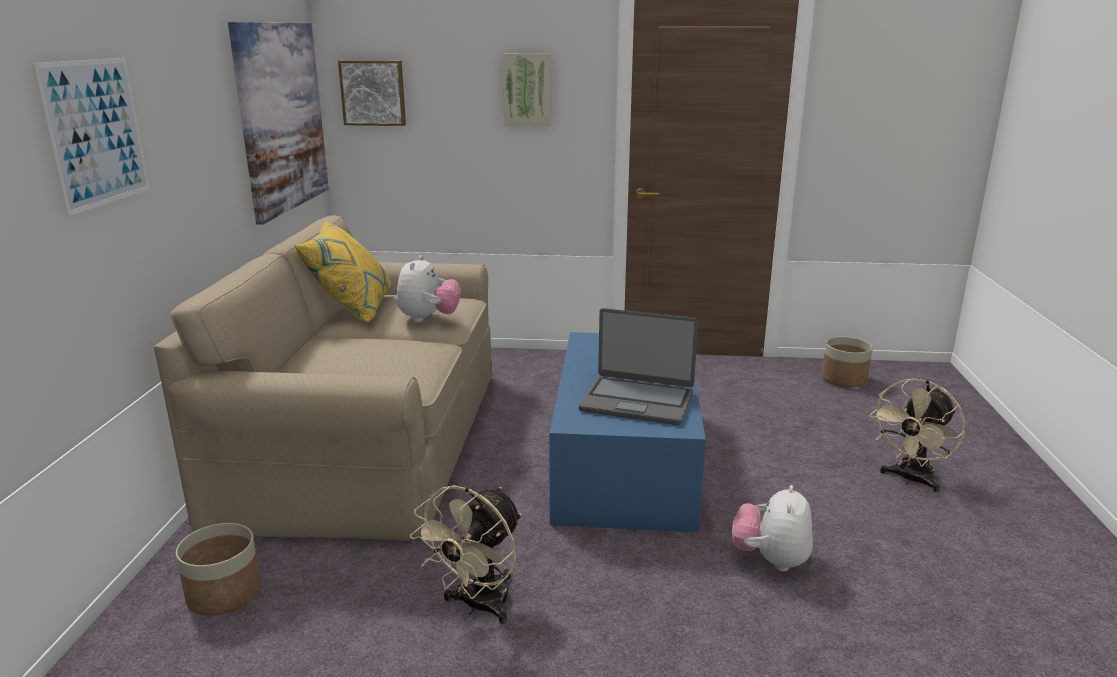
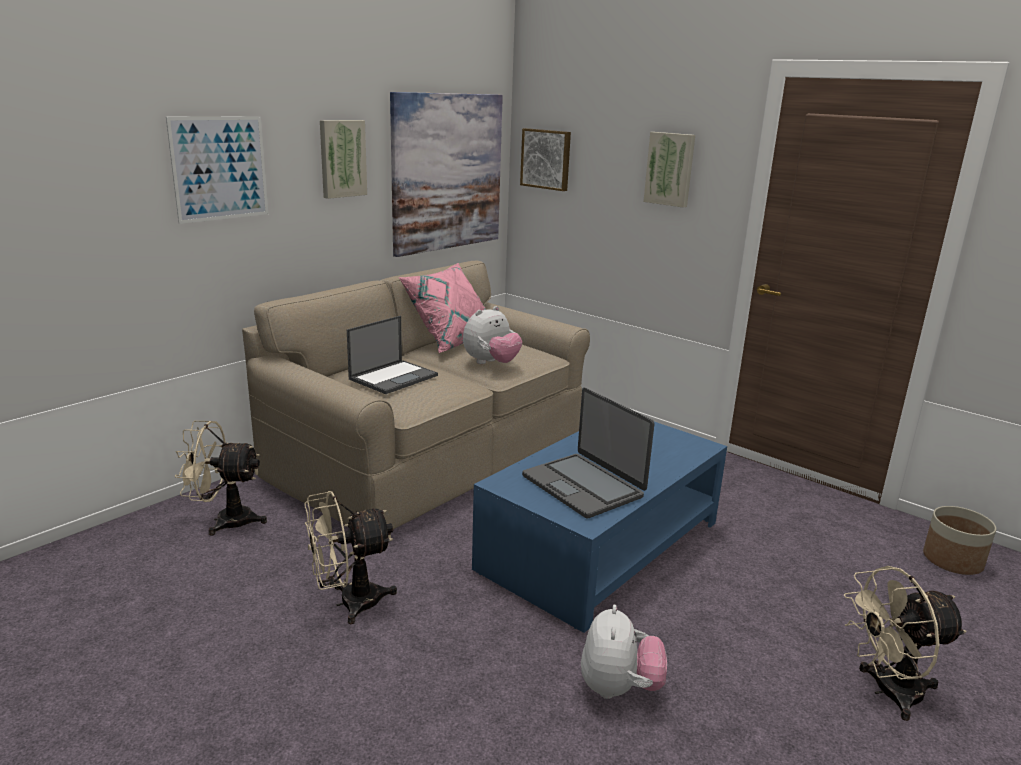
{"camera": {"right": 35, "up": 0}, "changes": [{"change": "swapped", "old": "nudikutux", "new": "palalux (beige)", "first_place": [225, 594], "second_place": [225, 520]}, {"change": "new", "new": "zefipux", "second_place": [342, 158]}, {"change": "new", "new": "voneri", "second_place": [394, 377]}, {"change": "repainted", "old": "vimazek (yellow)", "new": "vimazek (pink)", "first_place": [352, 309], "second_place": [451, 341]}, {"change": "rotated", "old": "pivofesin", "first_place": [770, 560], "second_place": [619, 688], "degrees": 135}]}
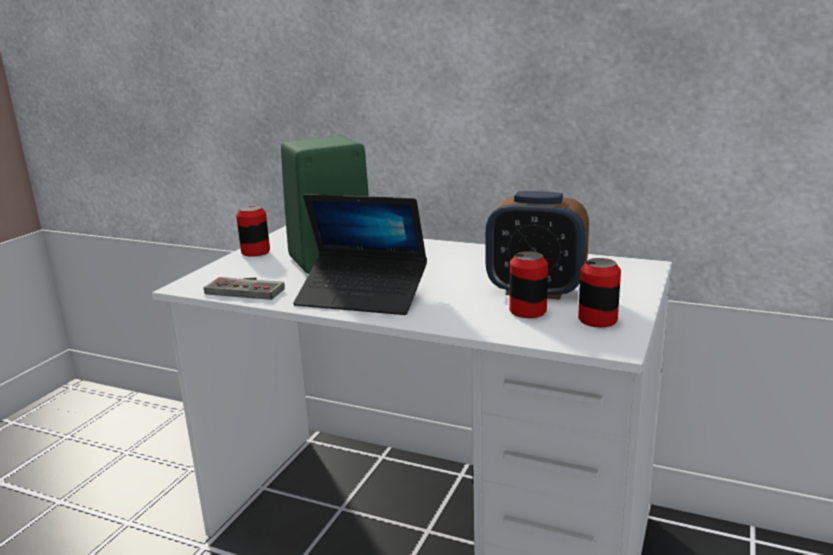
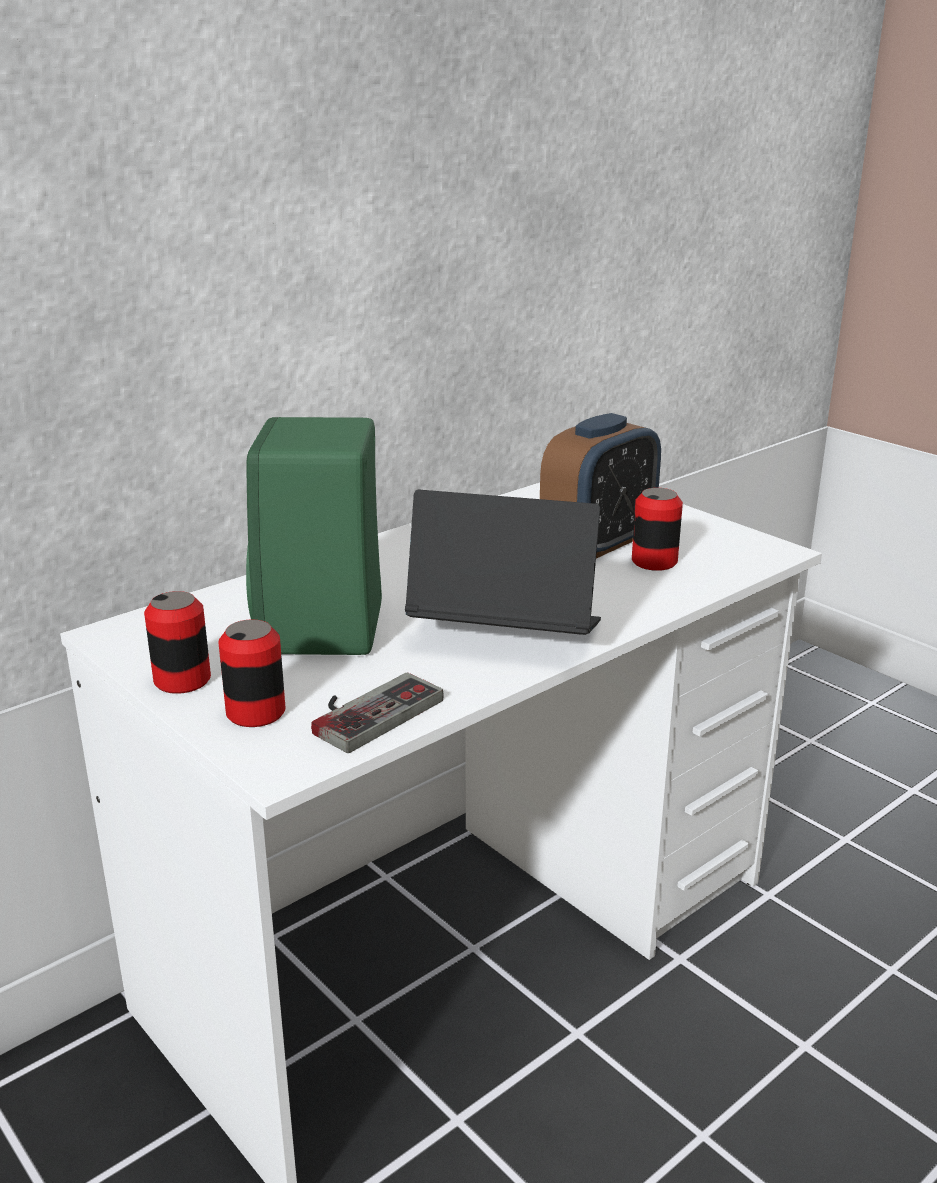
{"camera": {"right": -65, "up": 5}, "changes": [{"change": "shifted", "old": "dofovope", "first_place": [597, 320], "second_place": [256, 712]}, {"change": "rotated", "old": "voneri", "first_place": [362, 296], "second_place": [505, 635], "degrees": -120}]}
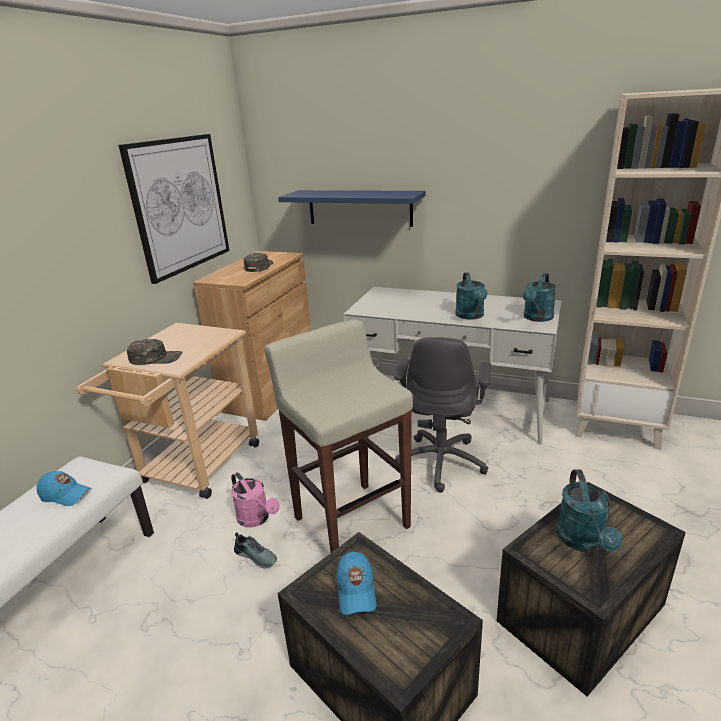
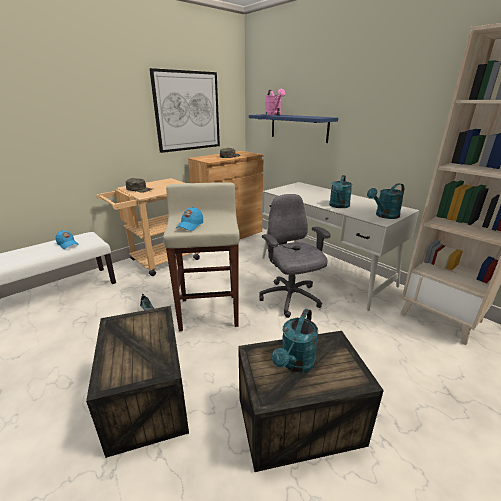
{"camera": {"right": 25, "up": 0}, "changes": [{"change": "shifted", "old": "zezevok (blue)", "first_place": [356, 591], "second_place": [190, 225]}, {"change": "rotated", "old": "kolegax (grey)", "first_place": [441, 461], "second_place": [290, 299], "degrees": 120}, {"change": "shifted", "old": "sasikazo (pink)", "first_place": [257, 519], "second_place": [274, 115]}]}
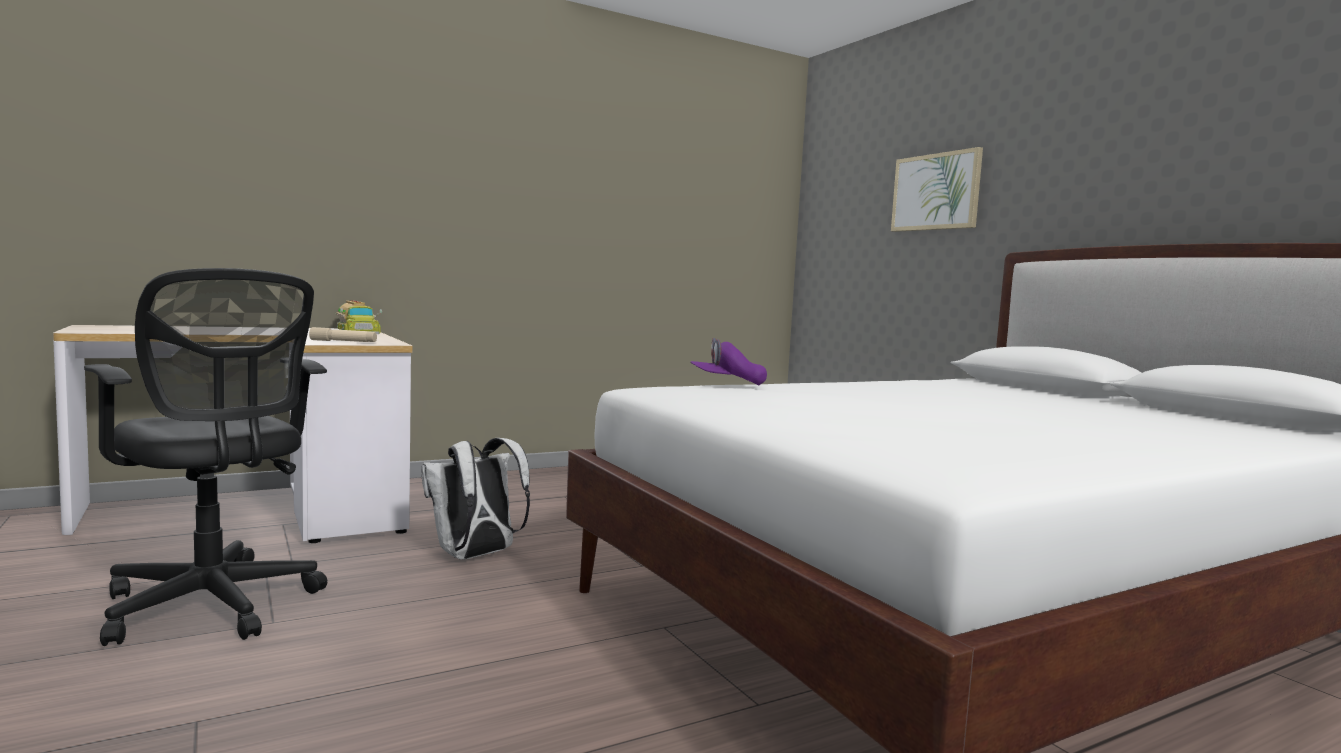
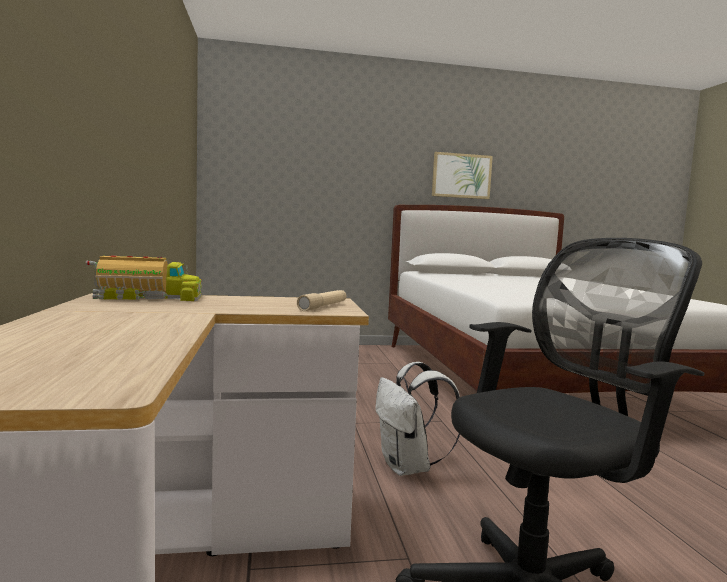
{"camera": {"right": -70, "up": 0}, "changes": [{"change": "shifted", "old": "zefipux", "first_place": [936, 192], "second_place": [461, 176]}, {"change": "gone", "old": "zezevok (purple)", "first_place": [727, 384]}]}
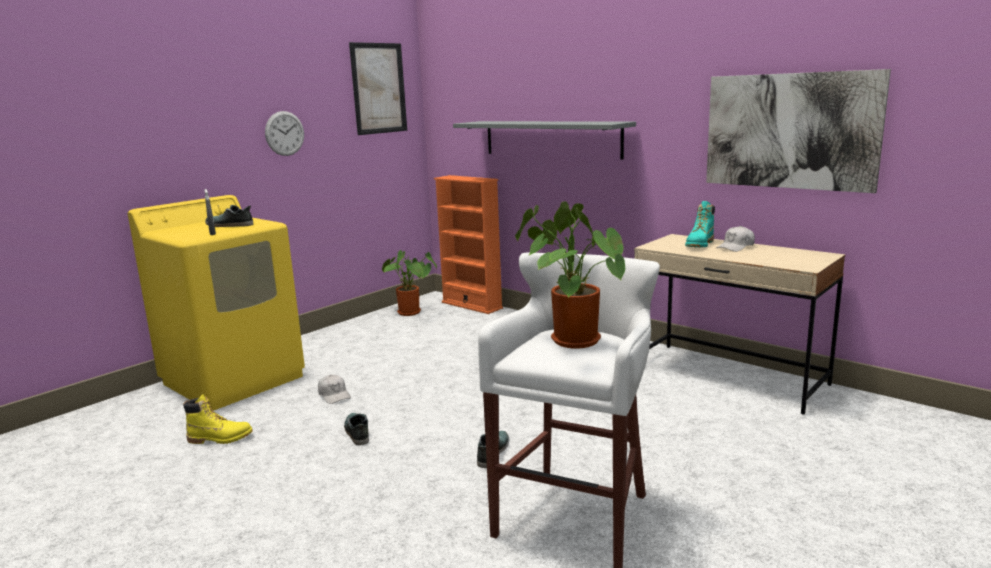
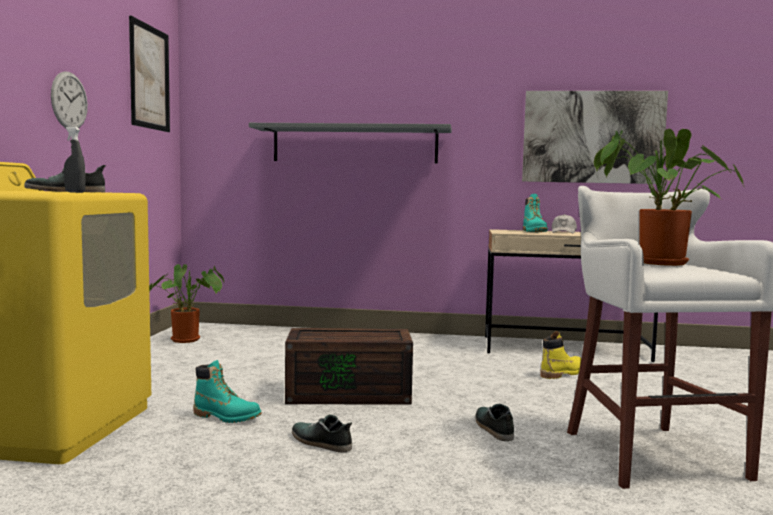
{"camera": {"right": -35, "up": -10}, "changes": [{"change": "swapped", "old": "zezevok (white)", "new": "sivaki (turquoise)", "first_place": [334, 395], "second_place": [226, 417]}, {"change": "new", "new": "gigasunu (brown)", "second_place": [350, 393]}, {"change": "shifted", "old": "sivaki (yellow)", "first_place": [220, 438], "second_place": [562, 373]}, {"change": "gone", "old": "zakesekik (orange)", "first_place": [472, 305]}]}
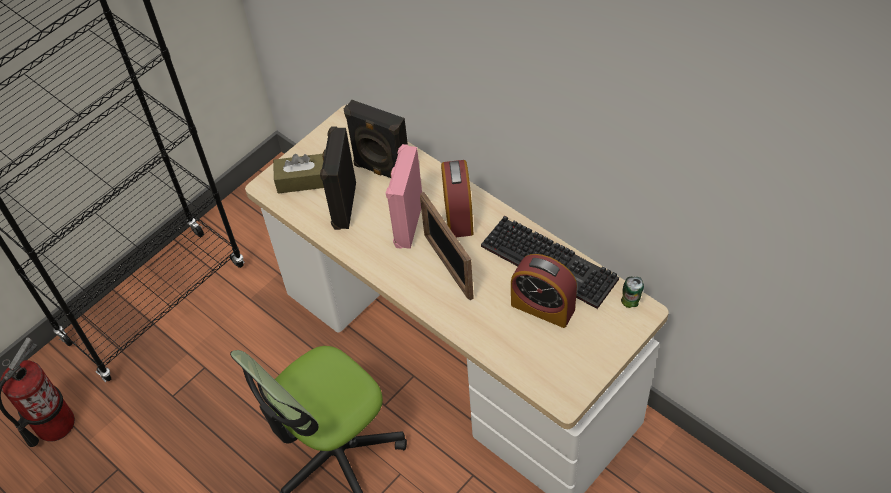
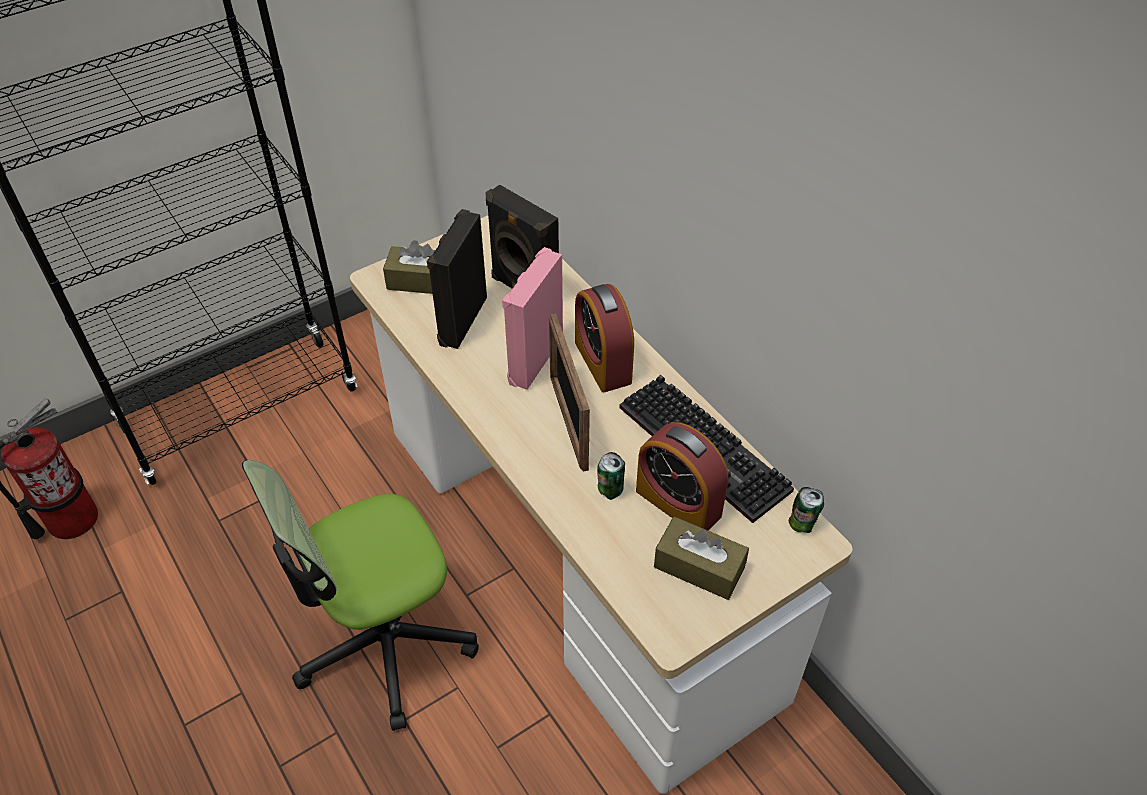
{"camera": {"right": 10, "up": -5}, "changes": [{"change": "rotated", "old": "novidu", "first_place": [458, 214], "second_place": [602, 362], "degrees": 150}, {"change": "new", "new": "dofovope", "second_place": [609, 491]}, {"change": "new", "new": "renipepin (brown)", "second_place": [699, 567]}]}
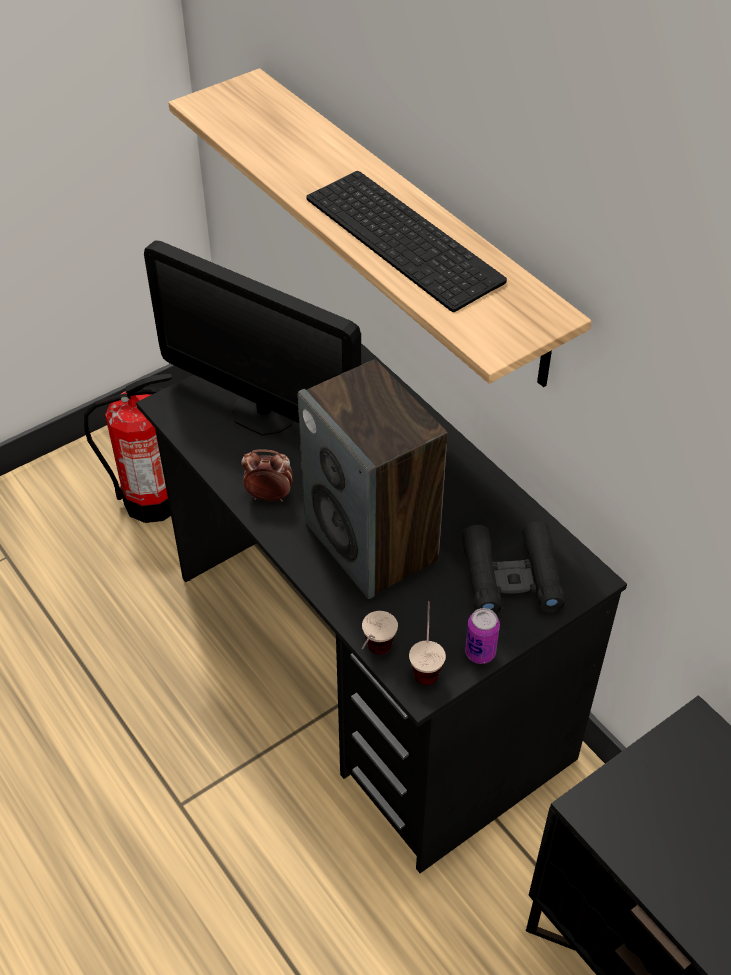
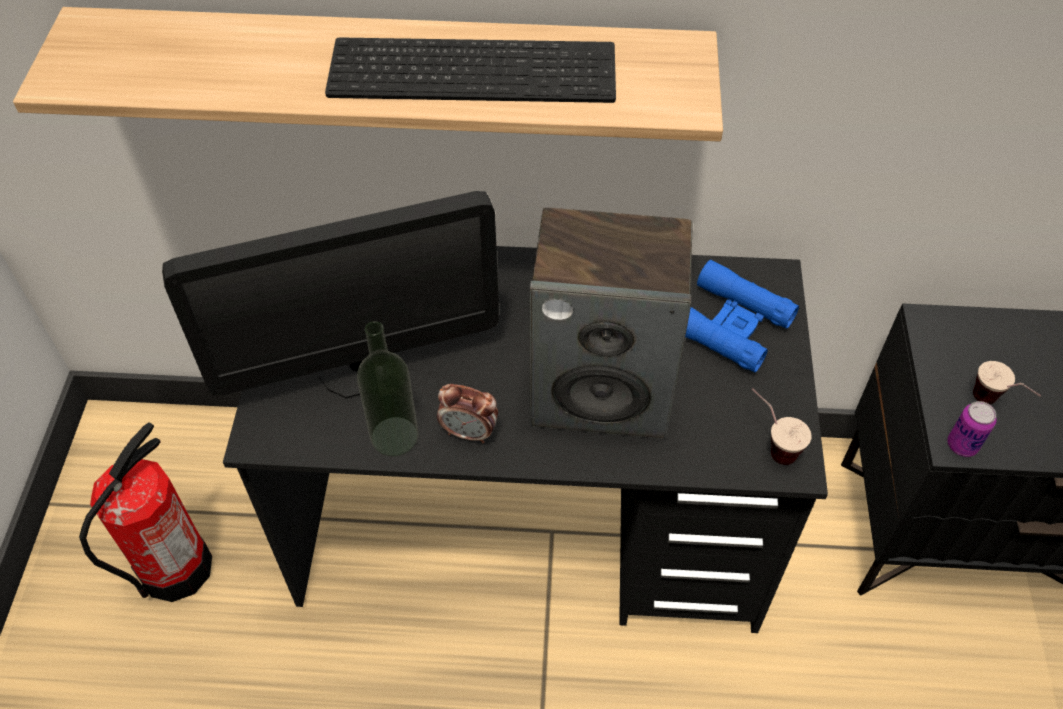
{"camera": {"right": -50, "up": 5}, "changes": [{"change": "new", "new": "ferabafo", "second_place": [394, 436]}, {"change": "rotated", "old": "novidu", "first_place": [269, 496], "second_place": [469, 432], "degrees": -120}, {"change": "repainted", "old": "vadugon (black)", "new": "vadugon (blue)", "first_place": [511, 577], "second_place": [729, 324]}, {"change": "shifted", "old": "dofovope", "first_place": [480, 652], "second_place": [962, 445]}, {"change": "shifted", "old": "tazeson", "first_place": [374, 657], "second_place": [994, 405]}]}
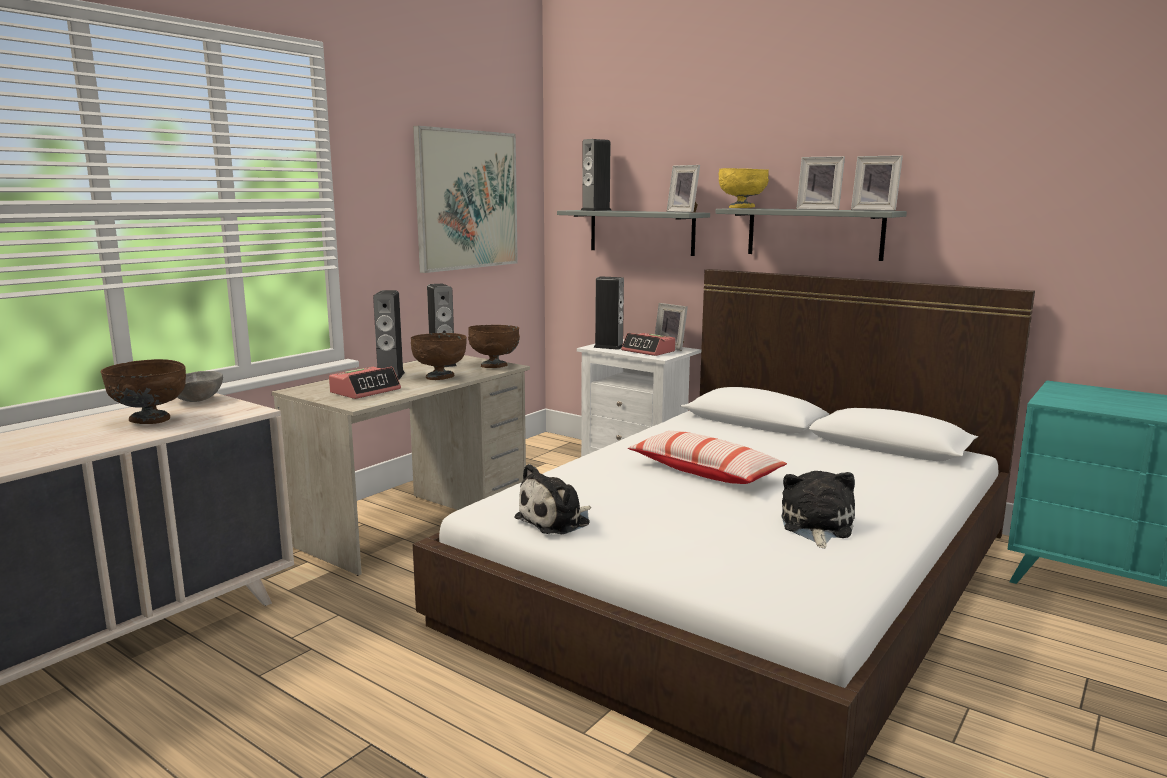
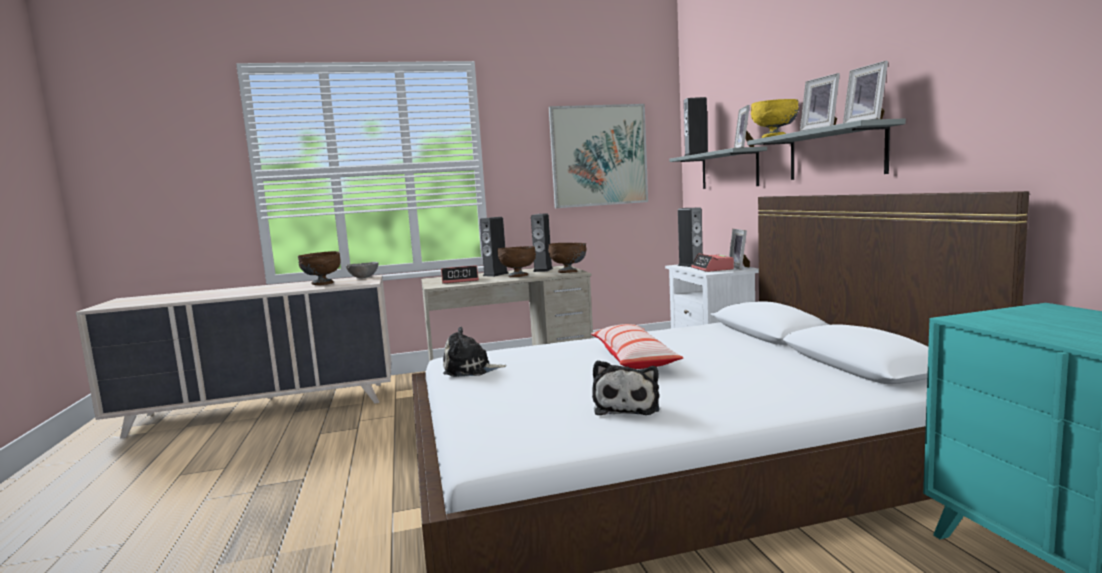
{"camera": {"right": 40, "up": -5}, "changes": [{"change": "rotated", "old": "pivofesin", "first_place": [816, 527], "second_place": [627, 406], "degrees": 135}]}
